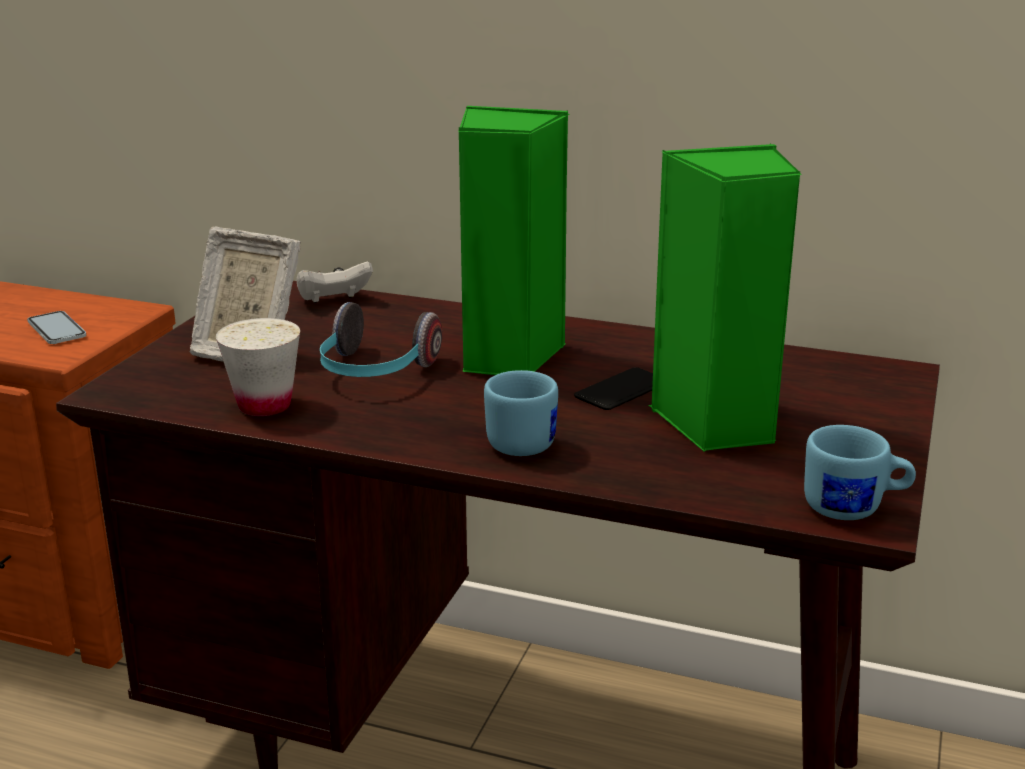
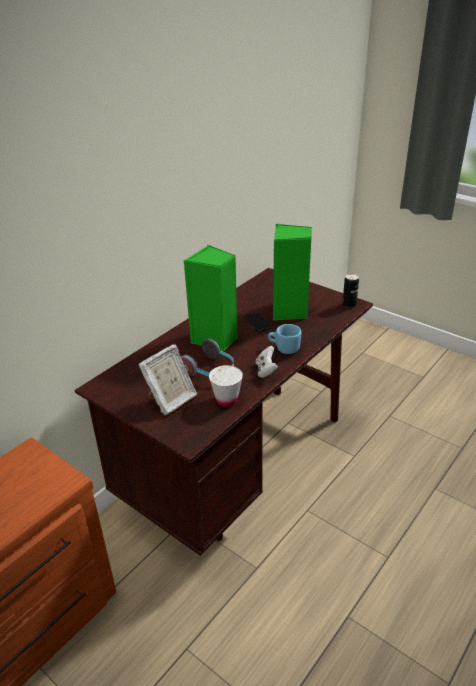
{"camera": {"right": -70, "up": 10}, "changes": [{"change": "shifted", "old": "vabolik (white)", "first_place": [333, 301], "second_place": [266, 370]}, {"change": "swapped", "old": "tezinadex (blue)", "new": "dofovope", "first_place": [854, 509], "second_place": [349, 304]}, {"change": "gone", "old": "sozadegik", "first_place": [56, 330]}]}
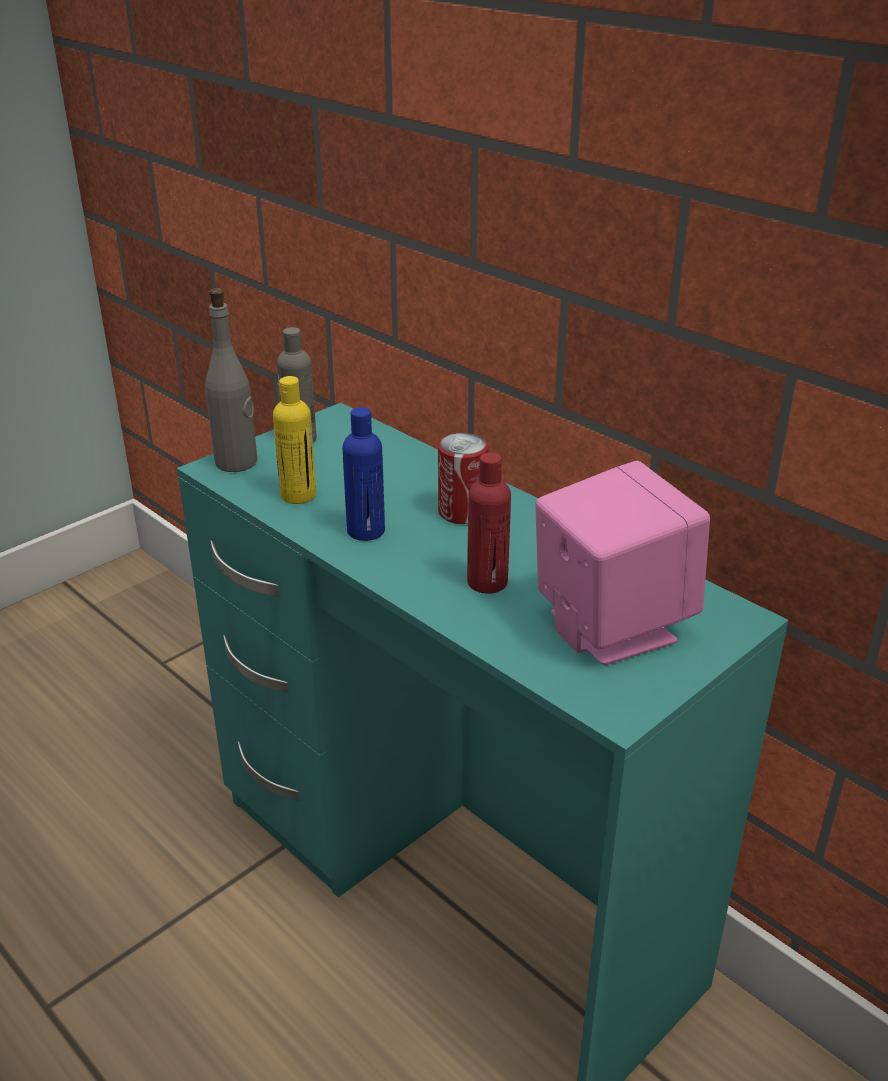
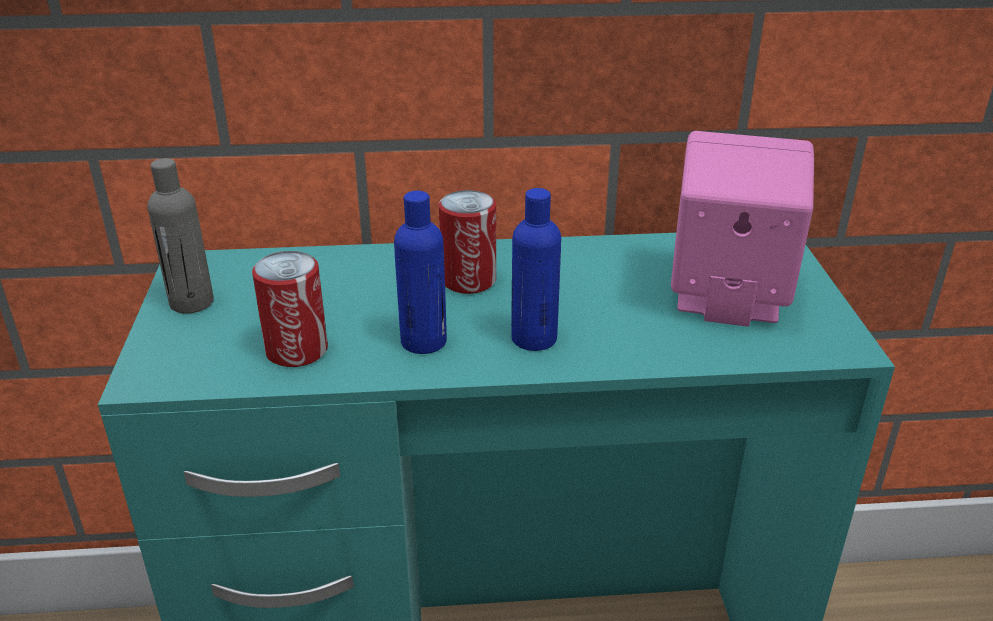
{"camera": {"right": -50, "up": 0}, "changes": [{"change": "swapped", "old": "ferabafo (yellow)", "new": "dofovope", "first_place": [298, 495], "second_place": [297, 350]}, {"change": "new", "new": "ferabafo (blue)", "second_place": [534, 338]}, {"change": "gone", "old": "ferabafo (grey)", "first_place": [237, 462]}, {"change": "gone", "old": "ferabafo (red)", "first_place": [487, 582]}]}
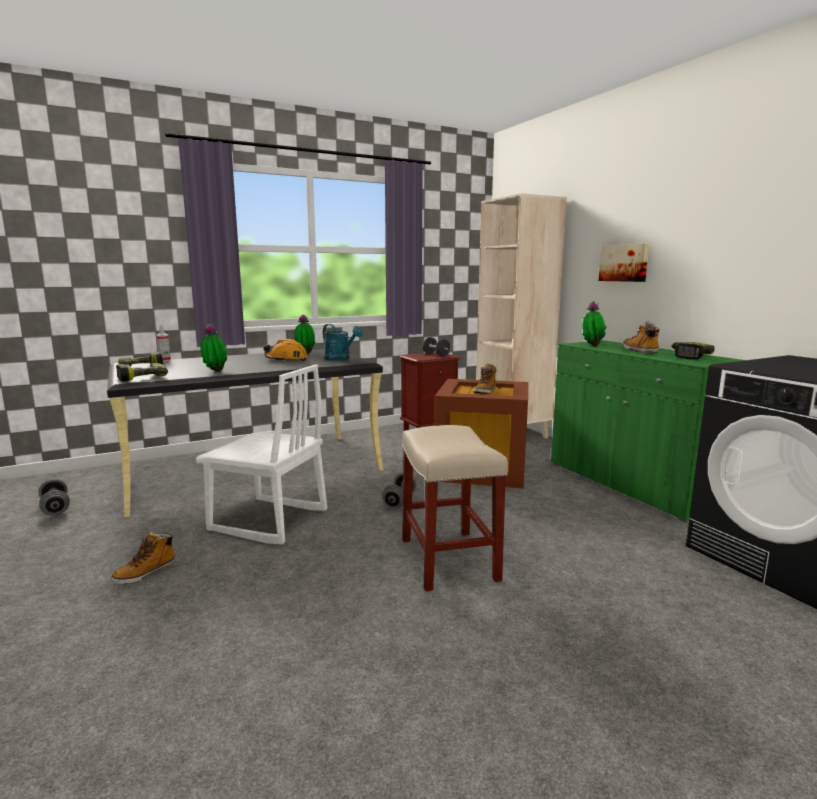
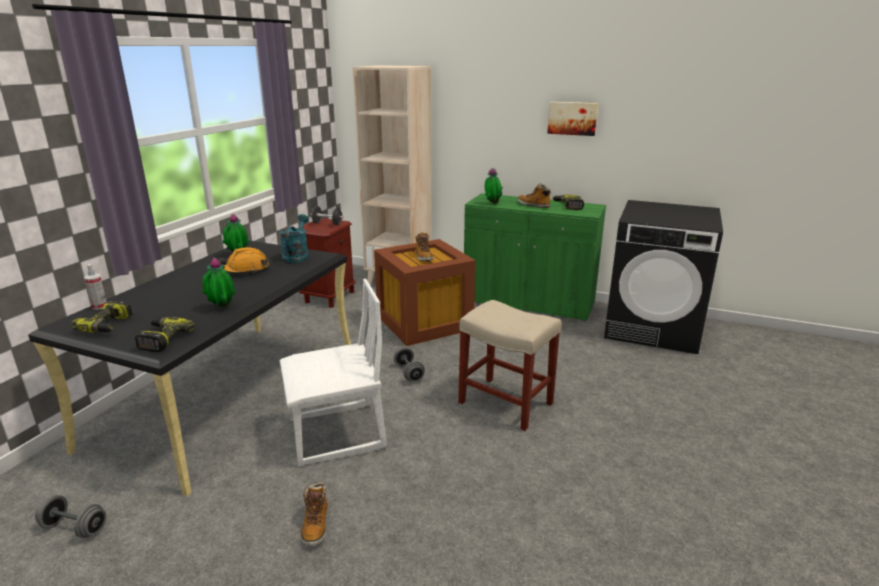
{"camera": {"right": -40, "up": 10}, "changes": [{"change": "rotated", "old": "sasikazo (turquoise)", "first_place": [340, 359], "second_place": [297, 256], "degrees": -90}, {"change": "shifted", "old": "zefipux", "first_place": [624, 263], "second_place": [572, 118]}]}
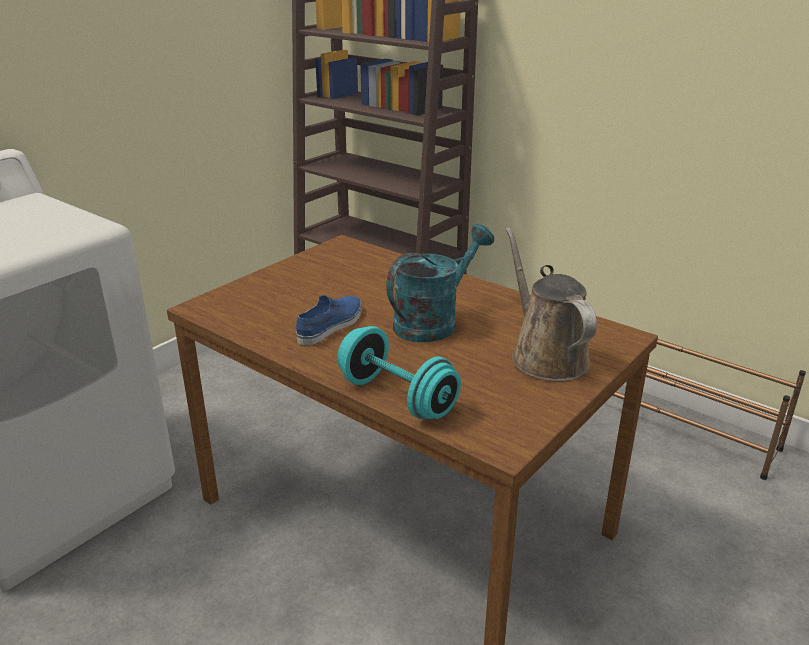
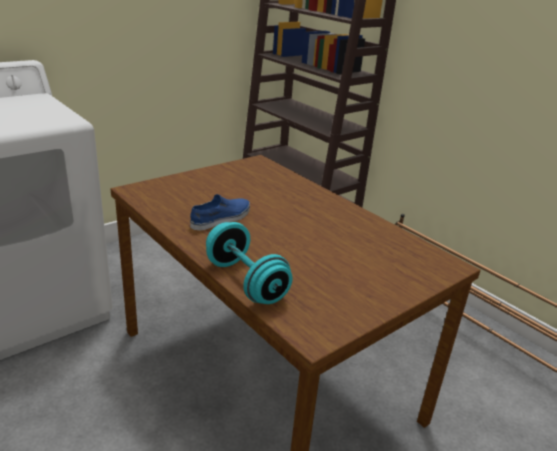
{"camera": {"right": 10, "up": 0}, "changes": [{"change": "gone", "old": "sasikazo (turquoise)", "first_place": [433, 321]}, {"change": "gone", "old": "sasikazo (brown)", "first_place": [545, 356]}]}
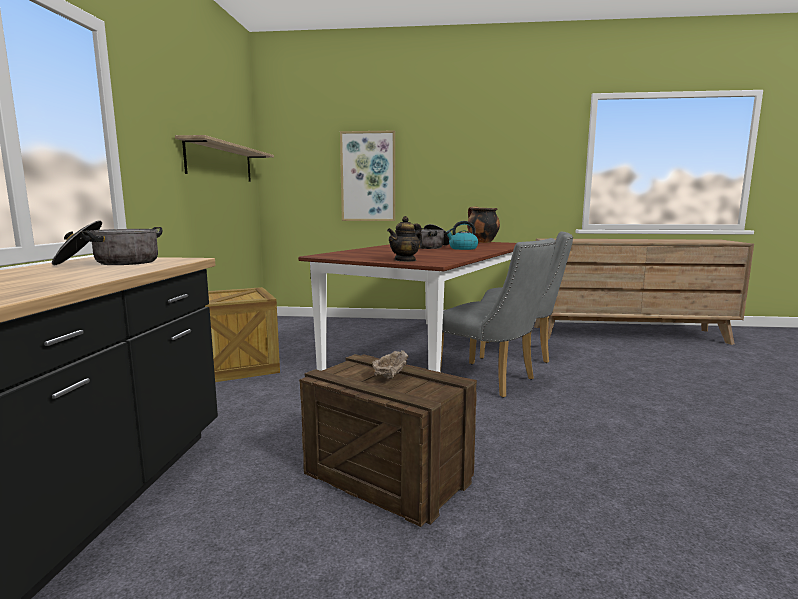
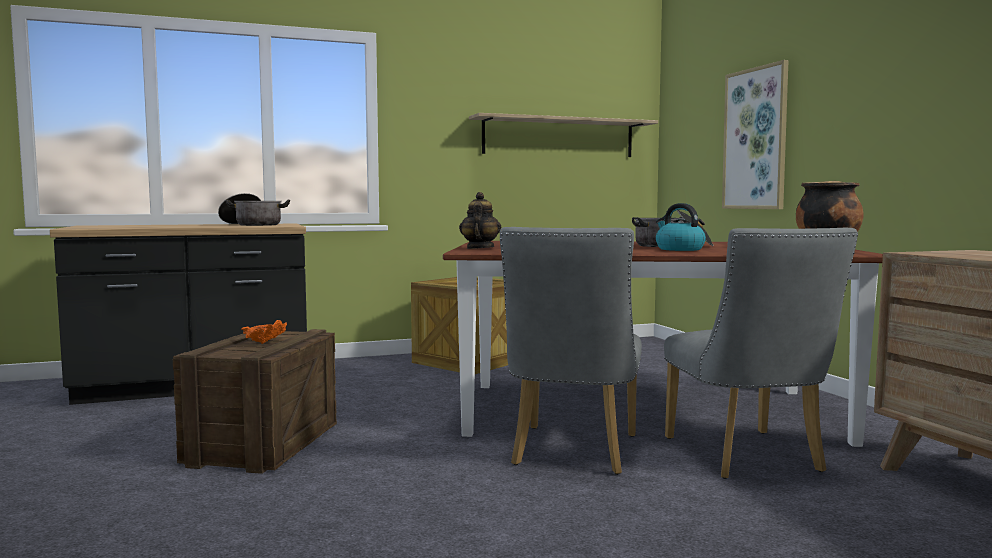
{"camera": {"right": 65, "up": -5}, "changes": [{"change": "repainted", "old": "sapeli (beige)", "new": "sapeli (orange)", "first_place": [389, 377], "second_place": [265, 343]}, {"change": "rotated", "old": "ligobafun", "first_place": [405, 260], "second_place": [479, 248], "degrees": 75}]}
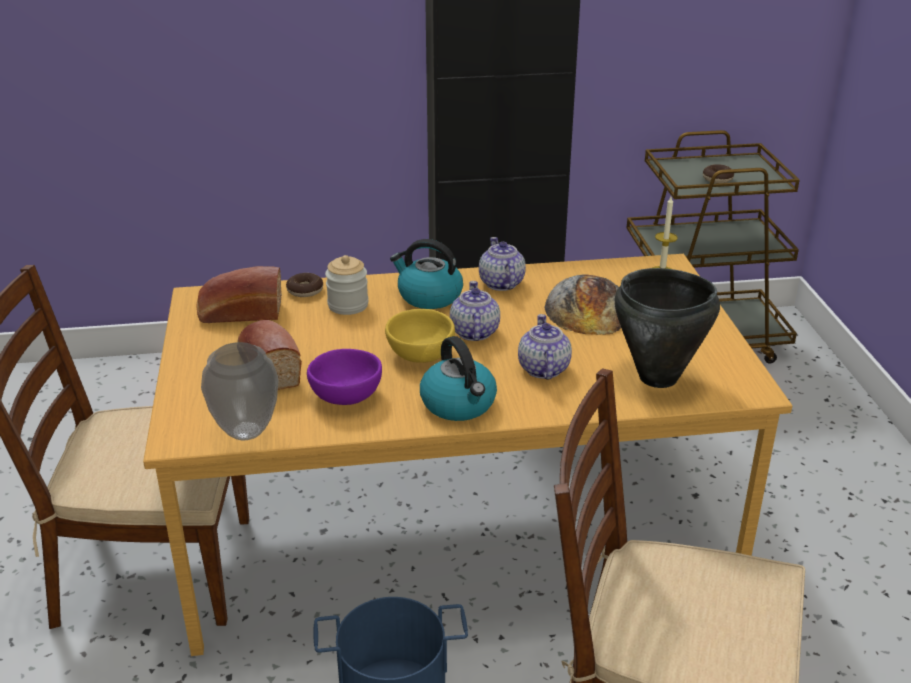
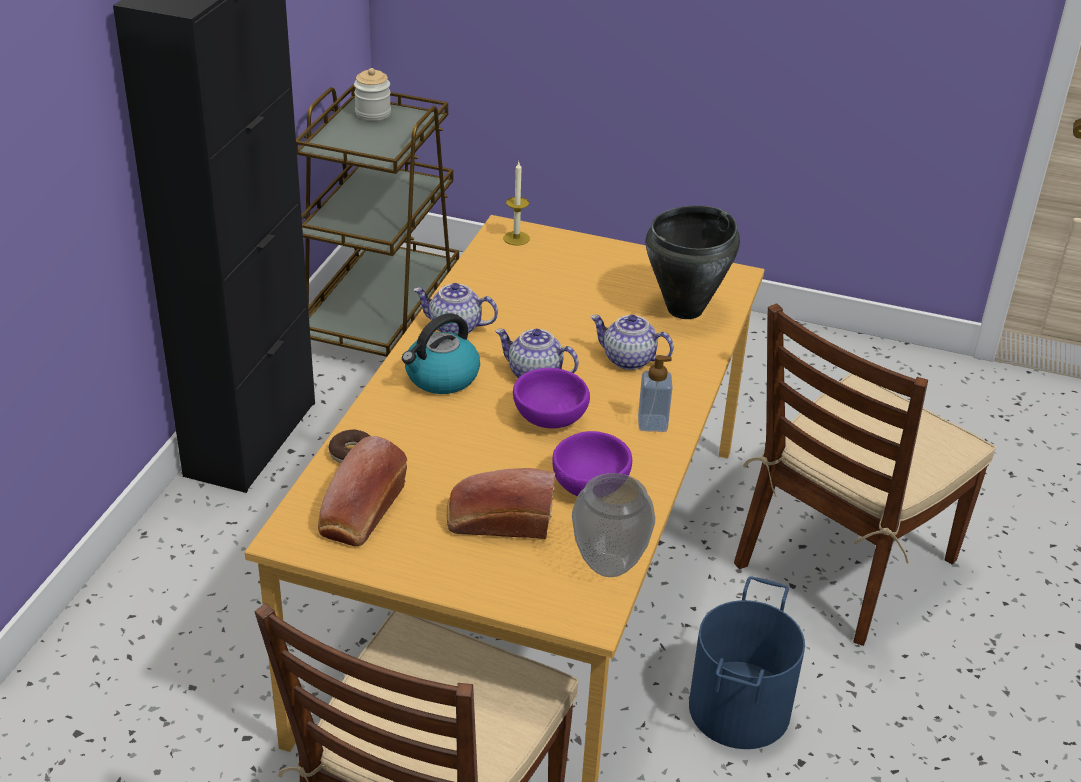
{"camera": {"right": -65, "up": 5}, "changes": [{"change": "shifted", "old": "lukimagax", "first_place": [348, 305], "second_place": [373, 113]}, {"change": "repainted", "old": "sapeli (yellow)", "new": "sapeli (purple)", "first_place": [422, 353], "second_place": [549, 416]}, {"change": "swapped", "old": "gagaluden", "new": "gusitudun", "first_place": [459, 404], "second_place": [652, 423]}, {"change": "gone", "old": "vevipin", "first_place": [588, 308]}, {"change": "gone", "old": "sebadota", "first_place": [717, 179]}]}
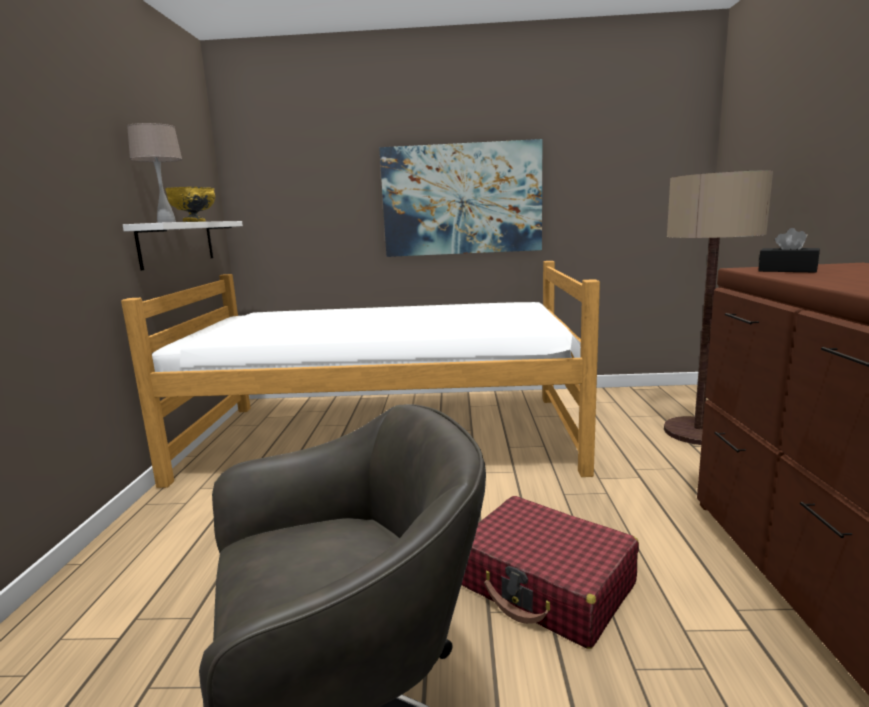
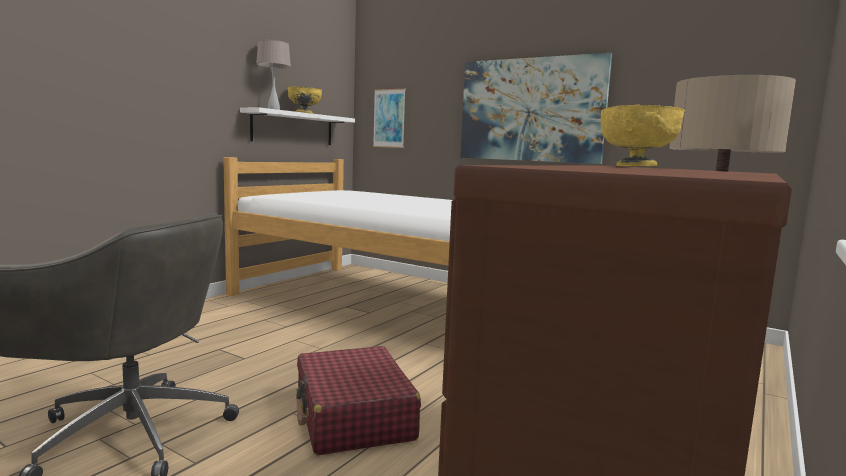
{"camera": {"right": 30, "up": -5}, "changes": [{"change": "new", "new": "zefipux", "second_place": [389, 118]}, {"change": "swapped", "old": "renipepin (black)", "new": "sapeli (yellow)", "first_place": [787, 270], "second_place": [635, 167]}]}
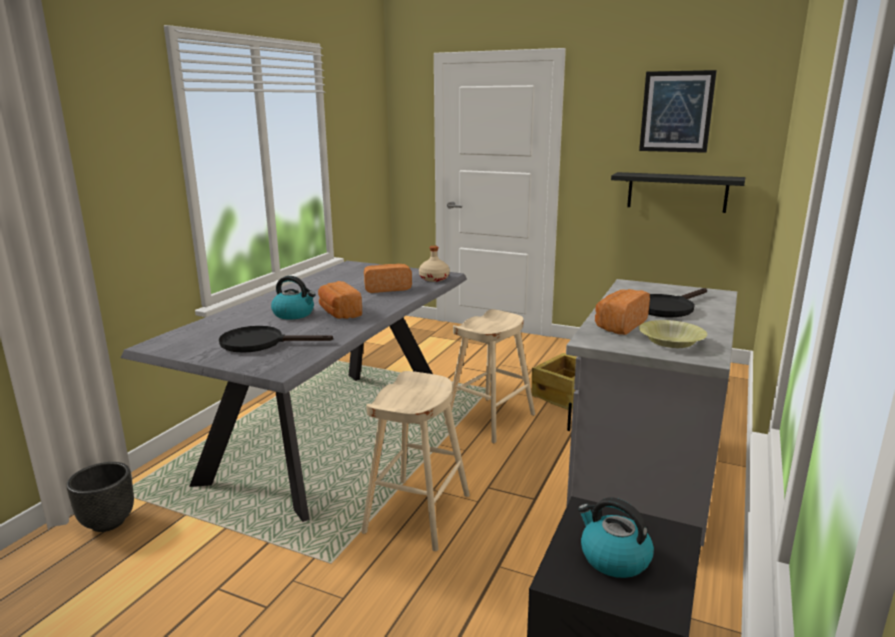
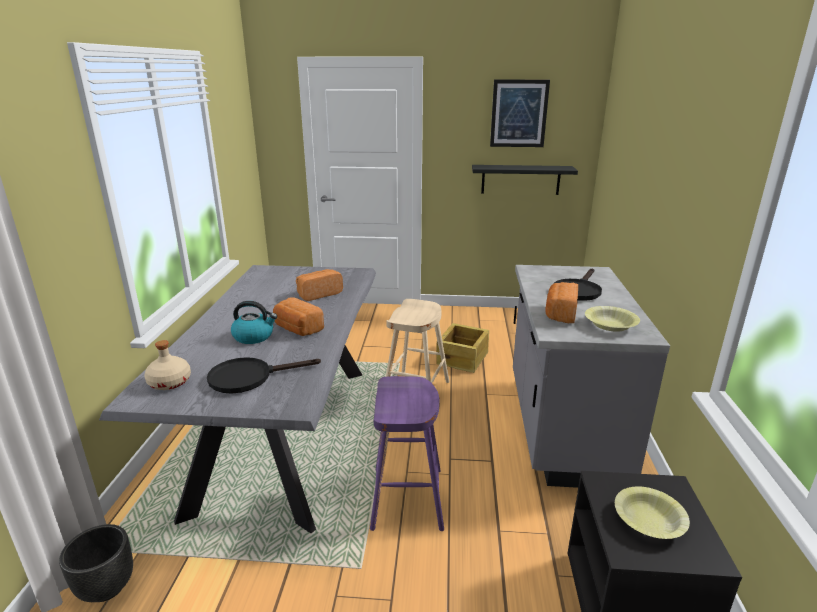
{"camera": {"right": -20, "up": 5}, "changes": [{"change": "shifted", "old": "ferabafo (beige)", "first_place": [434, 279], "second_place": [170, 382]}, {"change": "repainted", "old": "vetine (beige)", "new": "vetine (purple)", "first_place": [417, 513], "second_place": [407, 497]}, {"change": "swapped", "old": "gagaluden", "new": "sapeli (yellow)", "first_place": [613, 558], "second_place": [649, 521]}]}
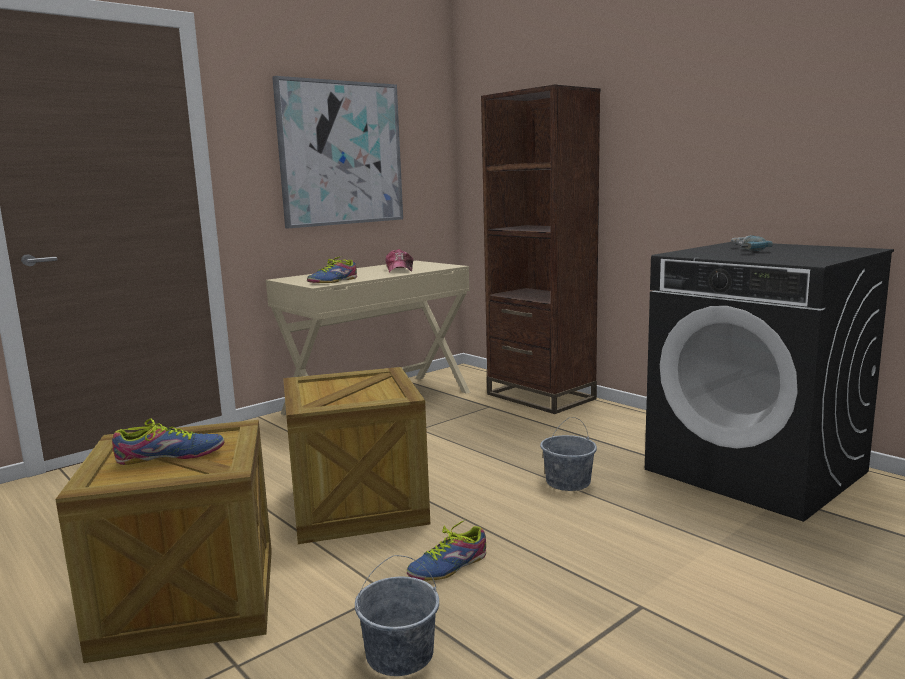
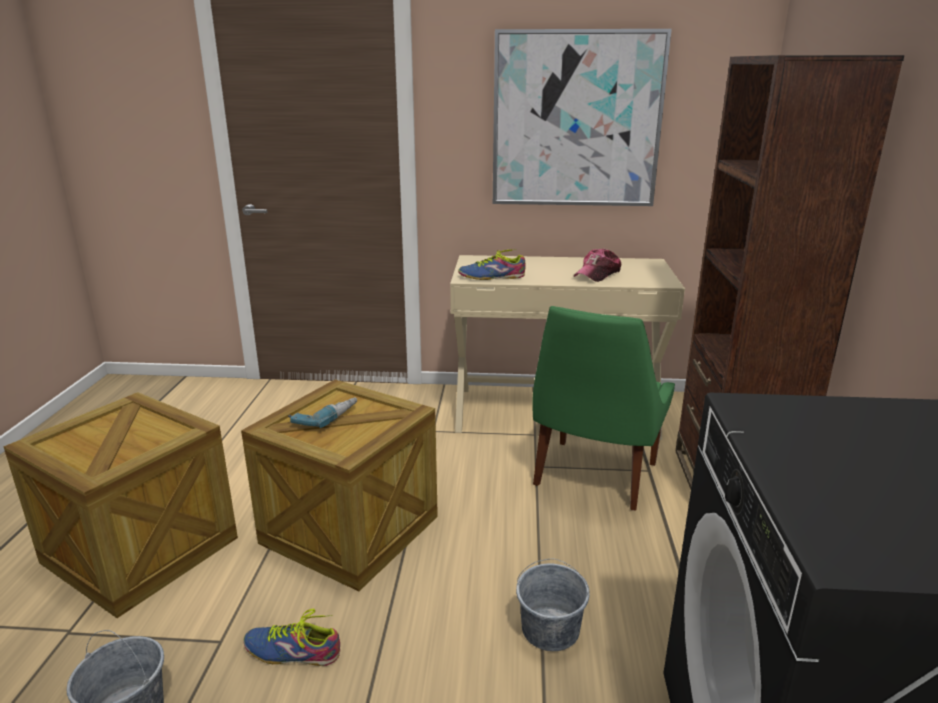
{"camera": {"right": 45, "up": 10}, "changes": [{"change": "shifted", "old": "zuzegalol", "first_place": [740, 250], "second_place": [324, 416]}, {"change": "new", "new": "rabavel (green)", "second_place": [593, 477]}, {"change": "gone", "old": "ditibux", "first_place": [170, 456]}]}
